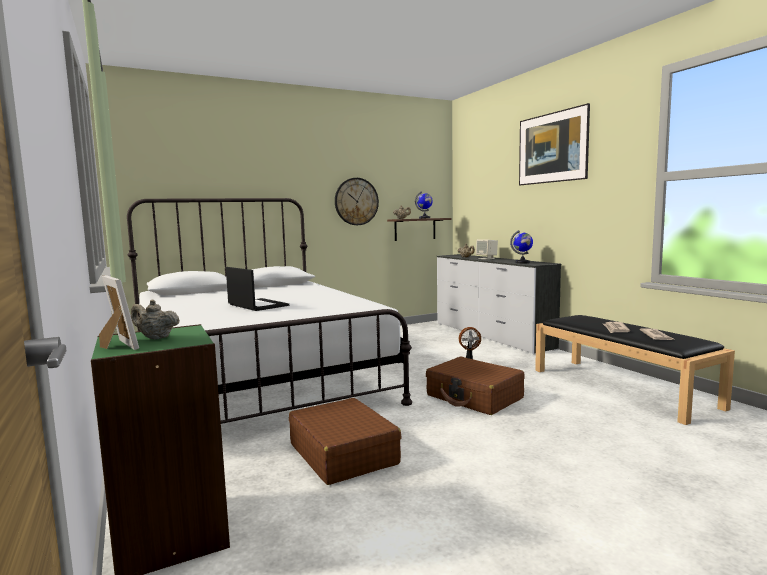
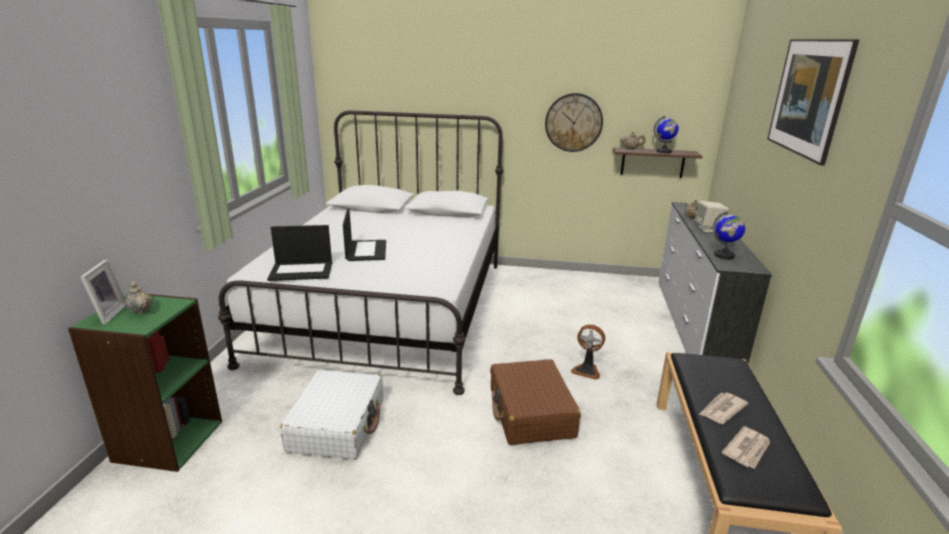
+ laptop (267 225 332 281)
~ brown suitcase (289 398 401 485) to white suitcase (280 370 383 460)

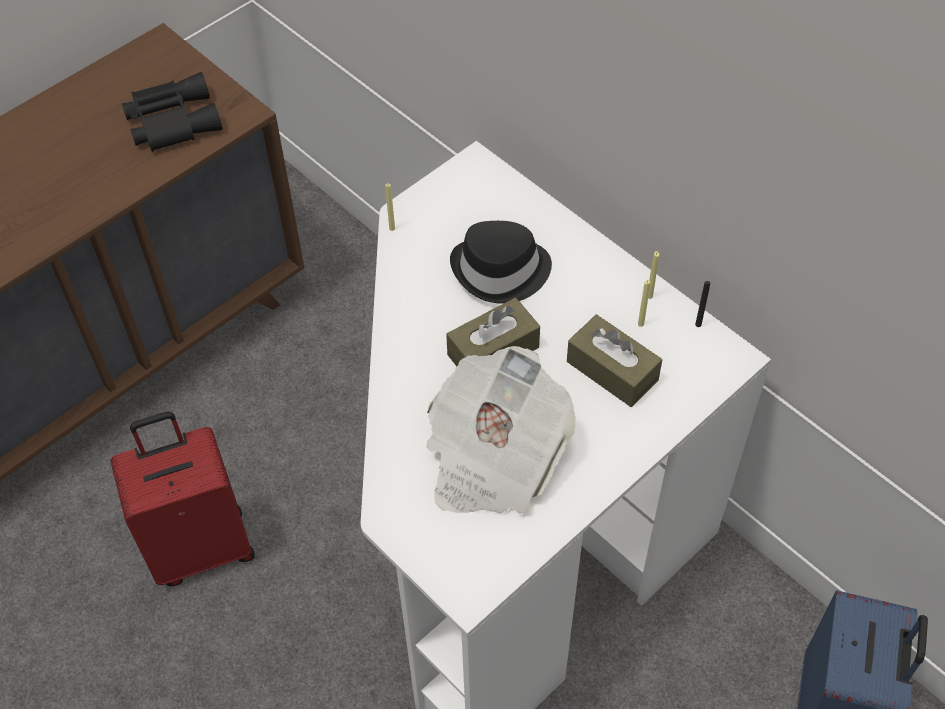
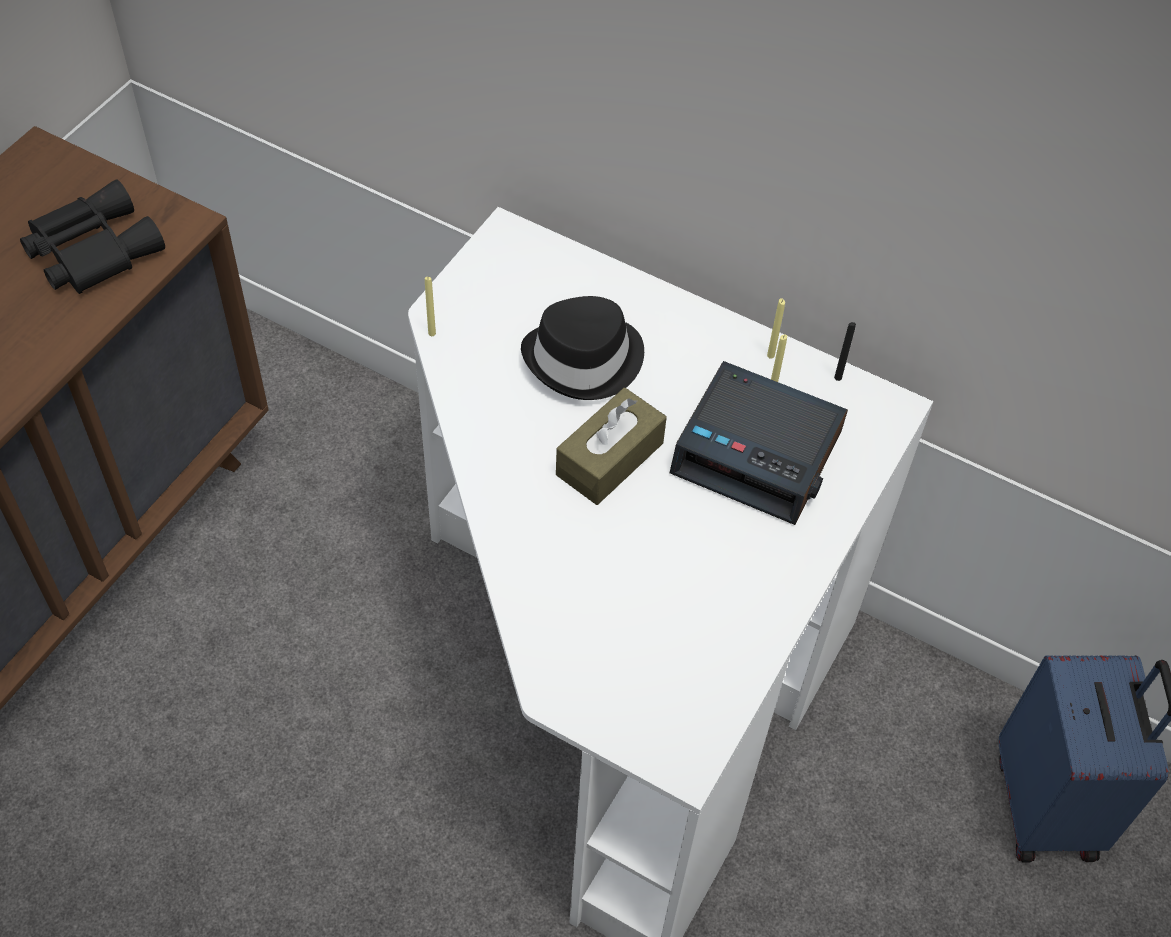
- red suitcase (111 411 255 586)
- newspaper (426 346 576 514)
~ brown tissue box (567 315 662 407) to alarm clock (670 361 848 525)

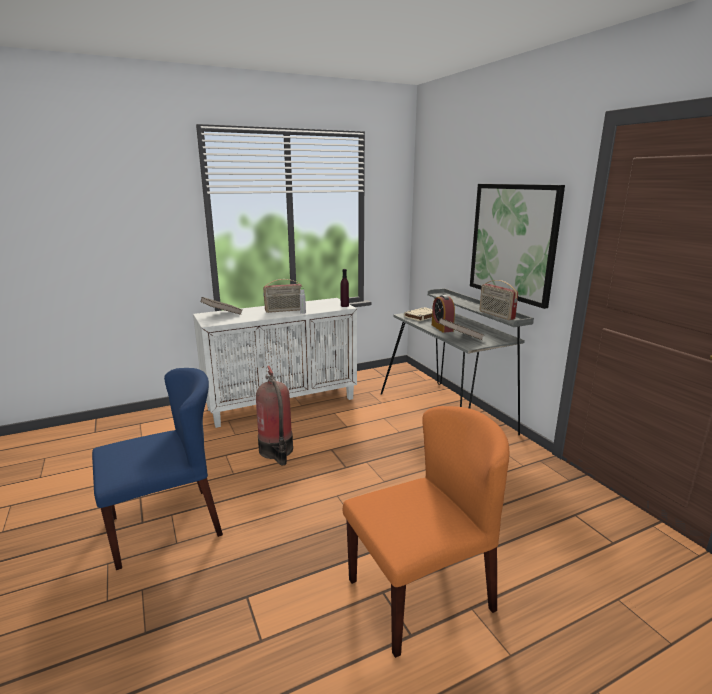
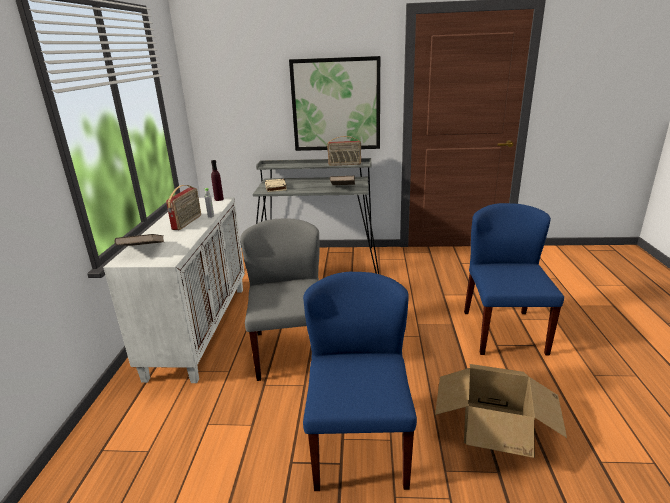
- alarm clock (432 295 455 333)
+ cardboard box (435 364 567 458)
~ fire extinguisher (256 366 293 465) to grey chair (240 219 320 381)
~ orange chair (343 406 509 658) to blue chair (464 203 564 356)

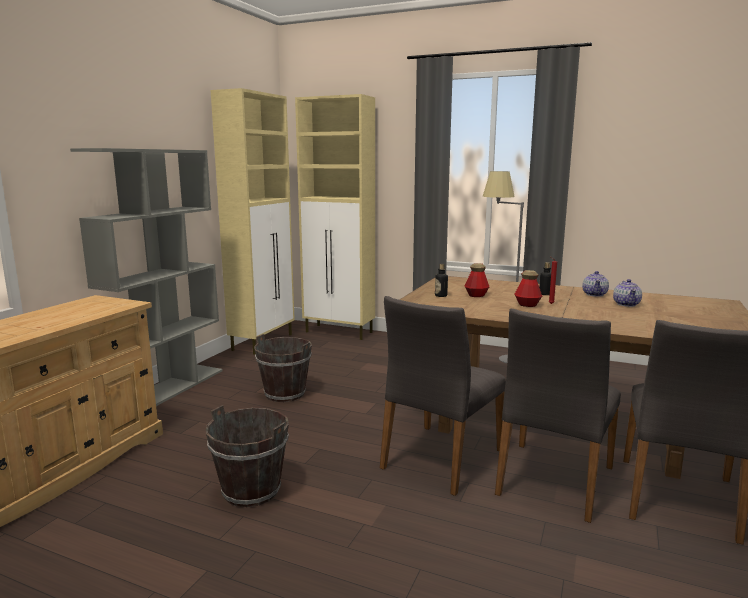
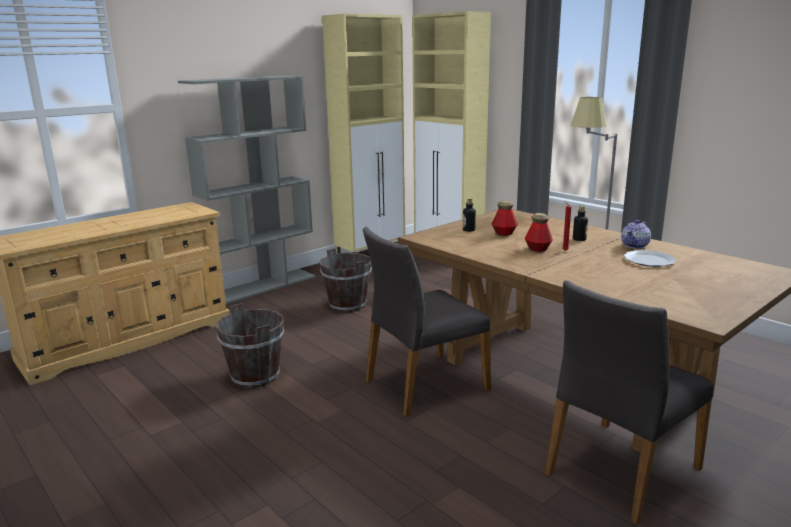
- grey chair (495 309 621 523)
~ teapot (613 279 642 307) to plate (624 250 676 267)

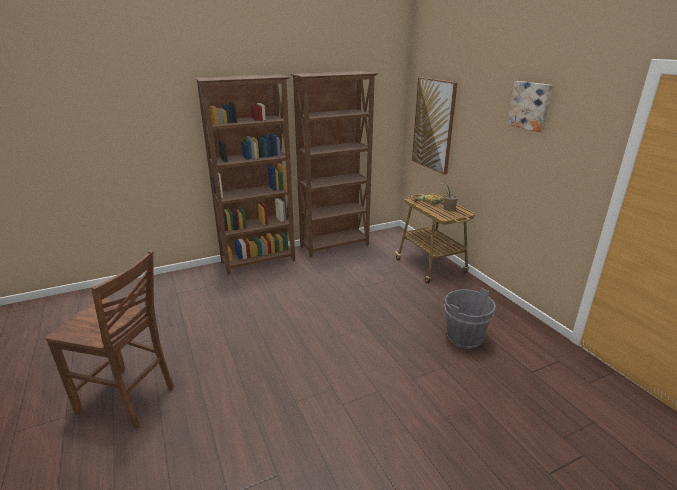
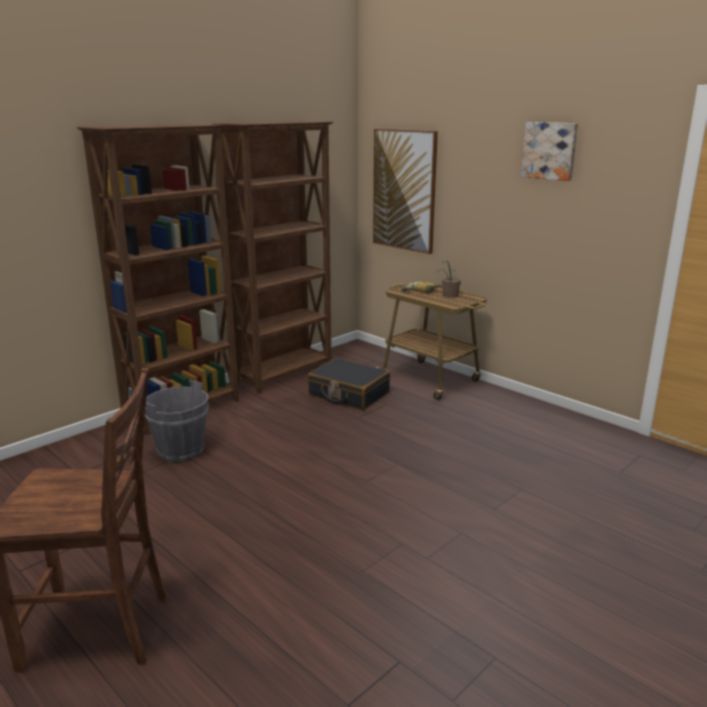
+ black suitcase (307 358 390 410)
~ grey bucket (444 287 496 349) to (145 381 208 462)

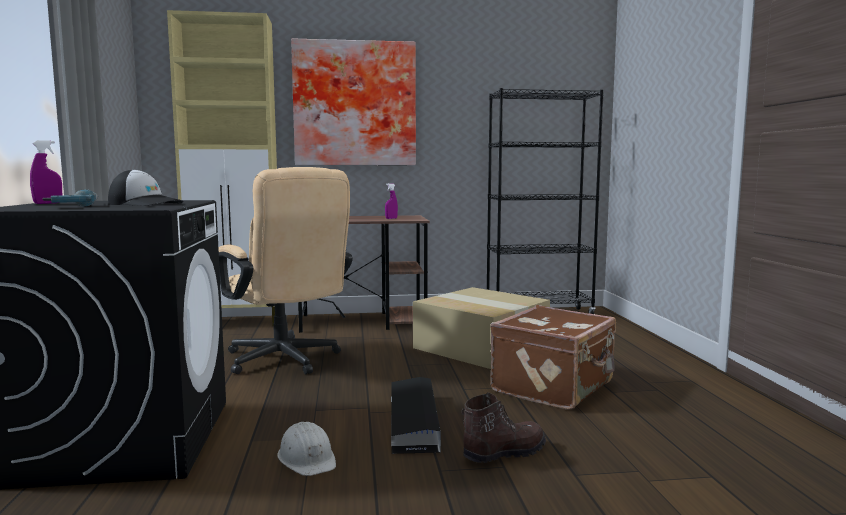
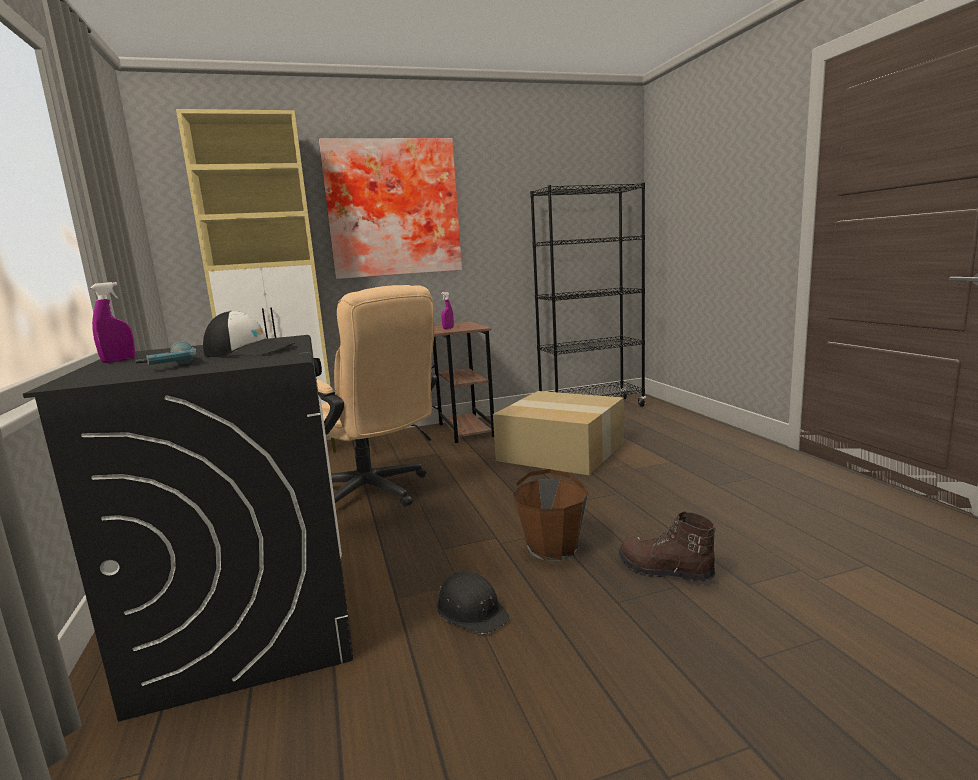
- brown suitcase (490 305 616 410)
~ black storage box (391 377 441 454) to brown bucket (513 469 588 561)
~ white hard hat (277 422 336 476) to black hard hat (437 571 510 634)
~ brown boot (462 392 546 463) = (618 511 716 582) 105 degrees counterclockwise

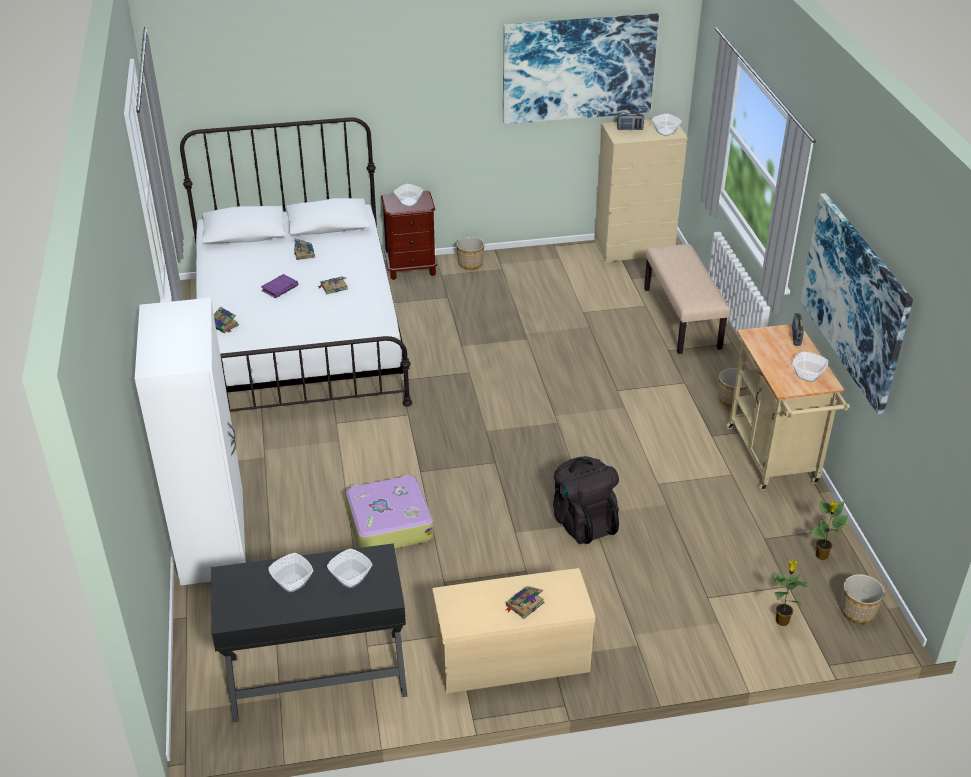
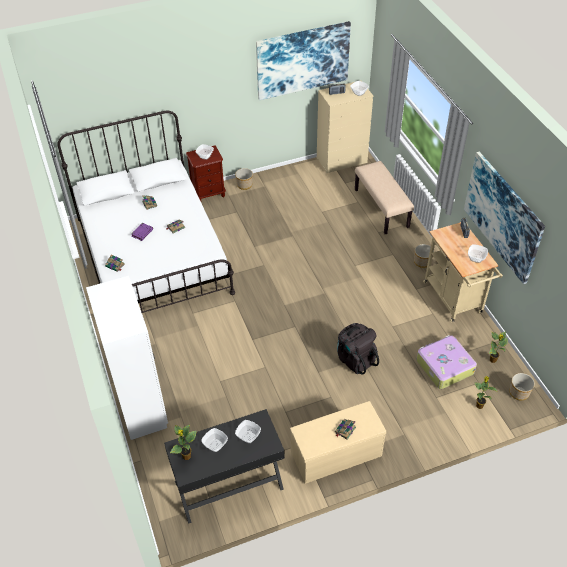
+ potted plant (170 425 196 460)
~ suitcase (346 475 434 548) to (416 335 477 389)

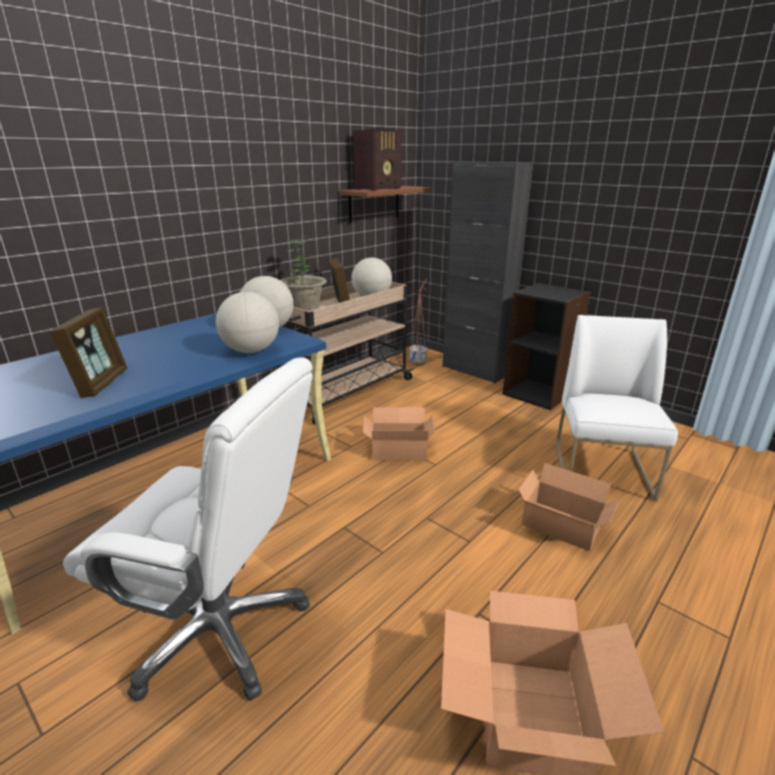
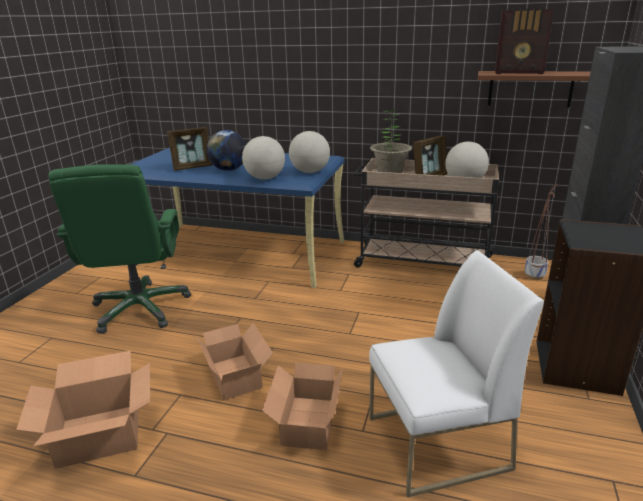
+ globe (207 130 246 171)
~ cardboard box (363 408 435 460) to (196 323 273 400)
~ white office chair (63 357 313 702) to green office chair (49 165 191 334)

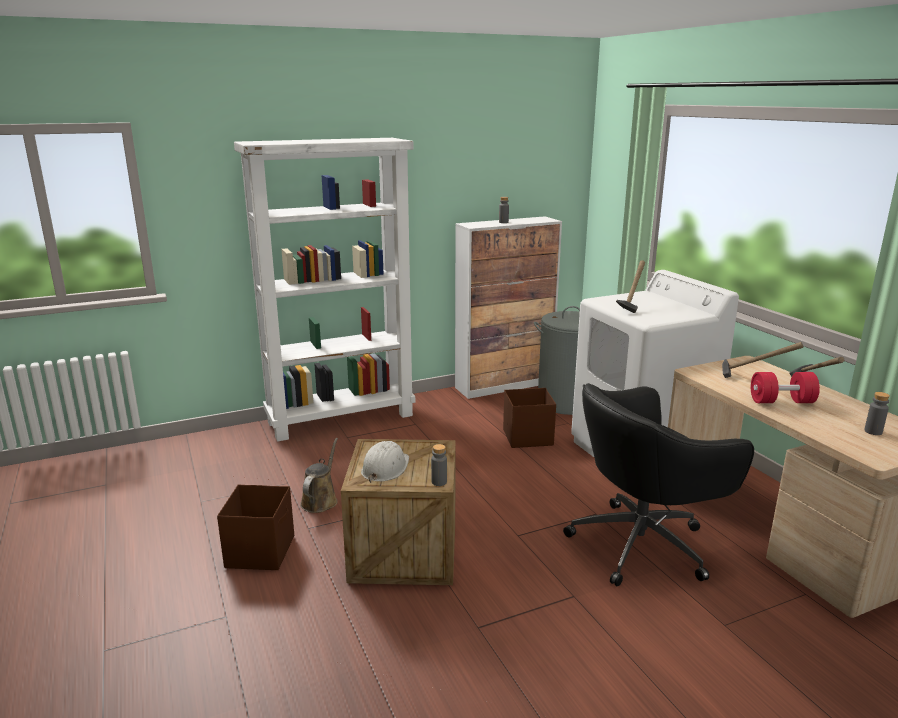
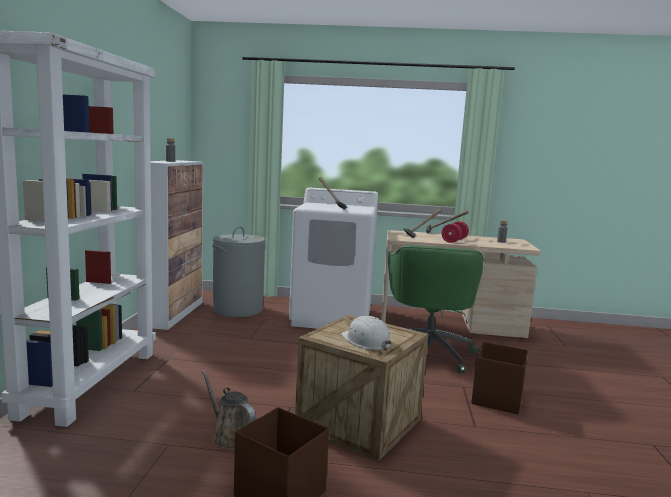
- grey bottle (431 444 447 486)
~ brown storage box (503 388 556 448) to (471 342 528 414)
~ black office chair (563 383 754 586) to green office chair (388 245 484 373)

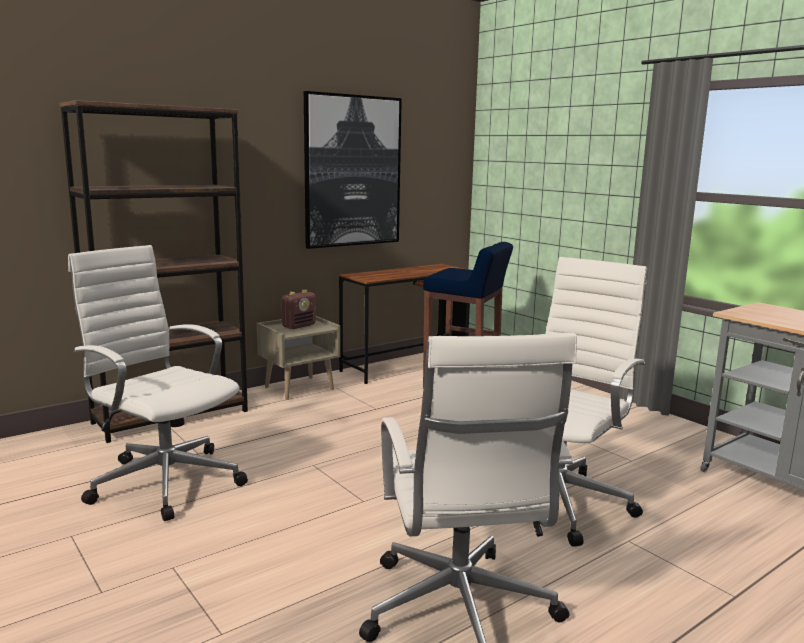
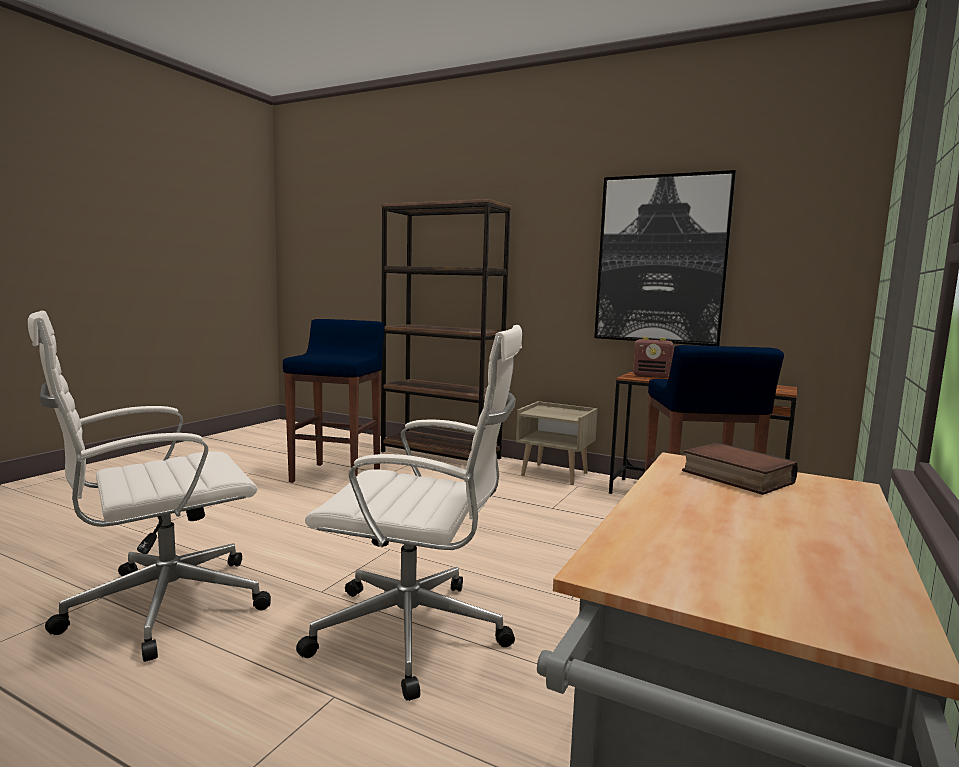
+ book (682 442 798 495)
~ radio (282 290 316 329) to (633 337 673 378)
~ white office chair (68 245 248 521) to blue stool (283 319 385 483)

